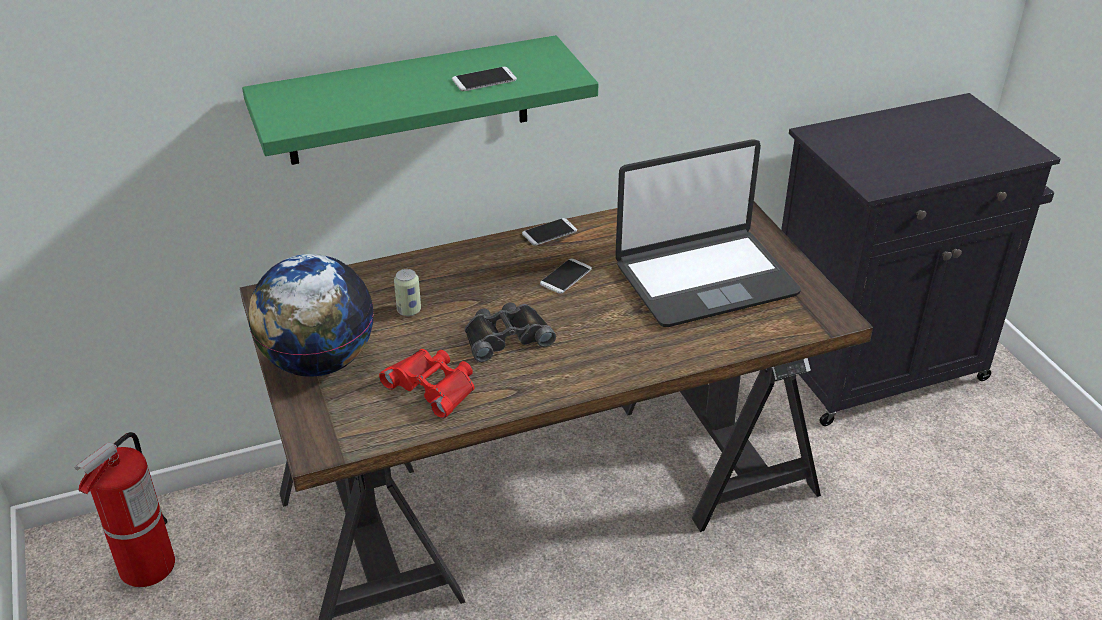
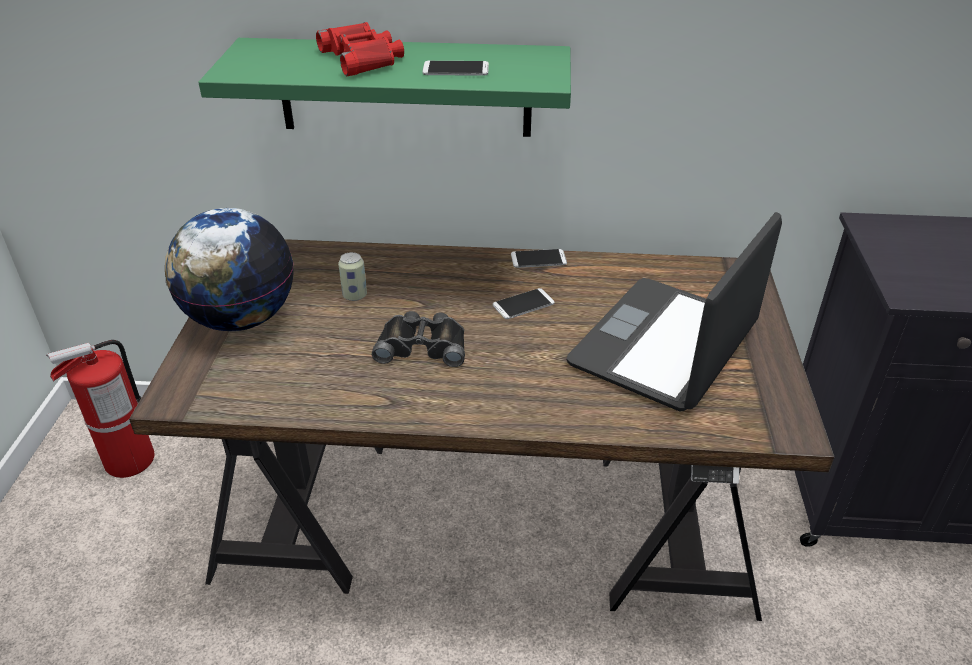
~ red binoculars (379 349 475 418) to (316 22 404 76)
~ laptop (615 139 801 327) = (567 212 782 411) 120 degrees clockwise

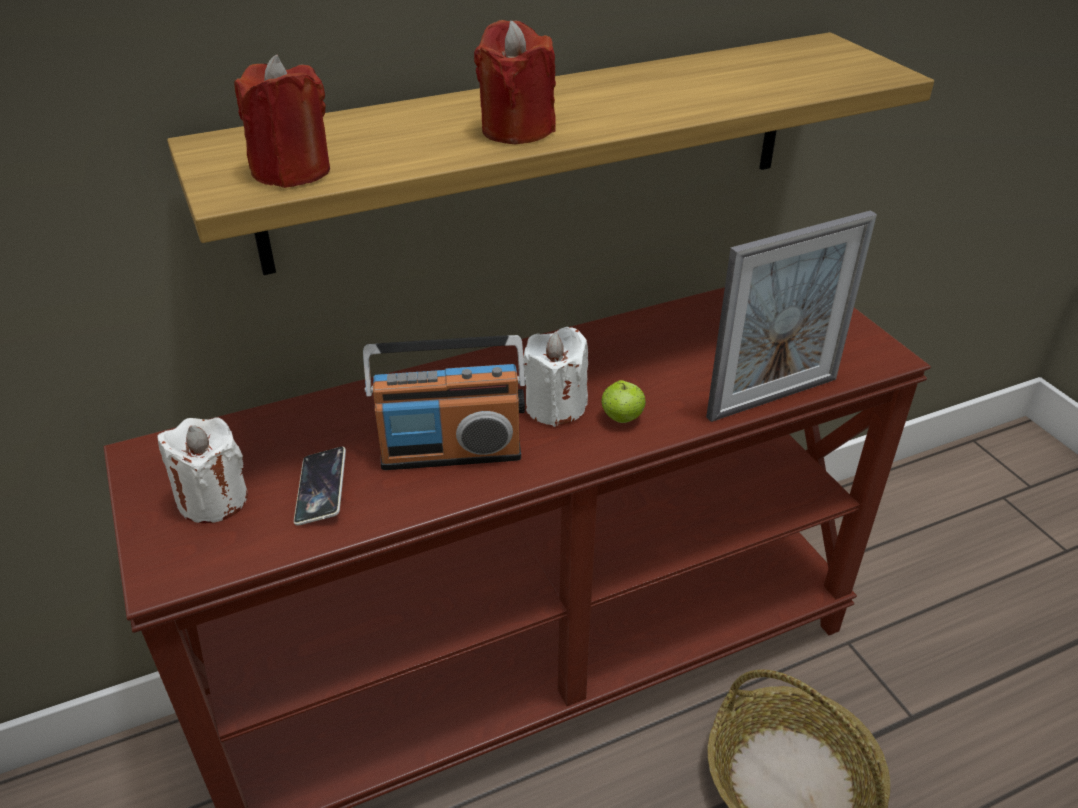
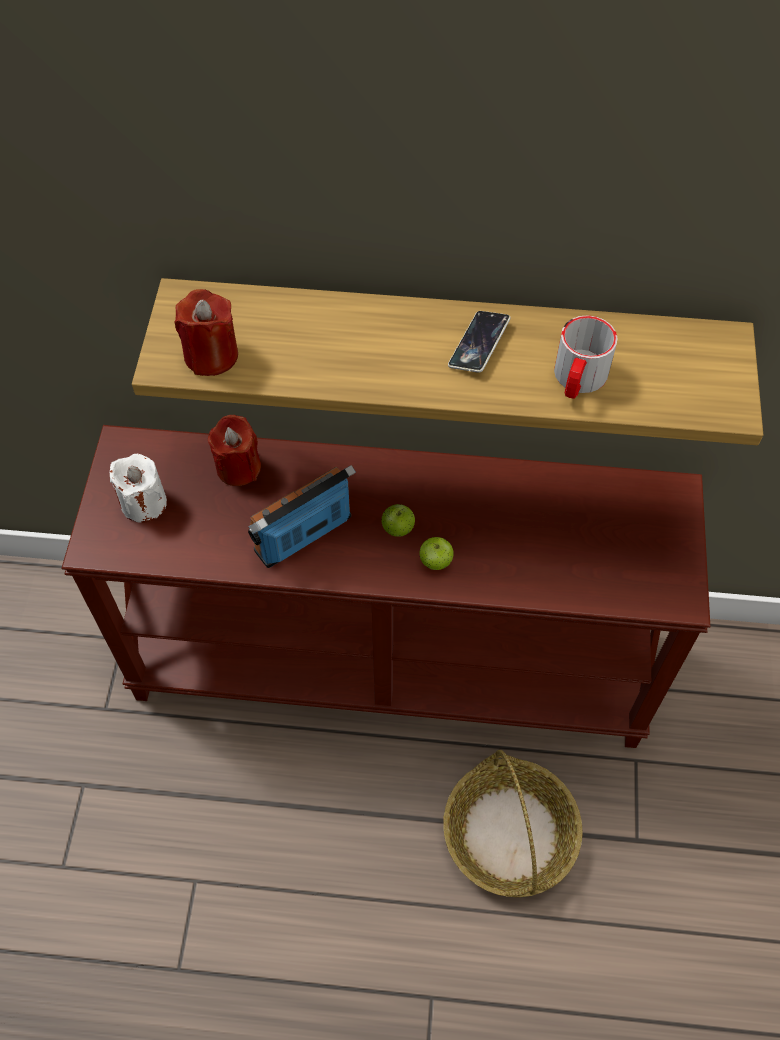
- picture frame (706 210 877 422)
+ mug (554 315 618 399)
~ phone (294 447 346 526) to (448 311 511 373)
~ red candle (474 20 556 144) to (208 415 261 486)
~ white candle (523 327 588 427) to apple (382 504 415 537)
~ radio (363 335 526 470) = (248 465 356 568) 120 degrees clockwise

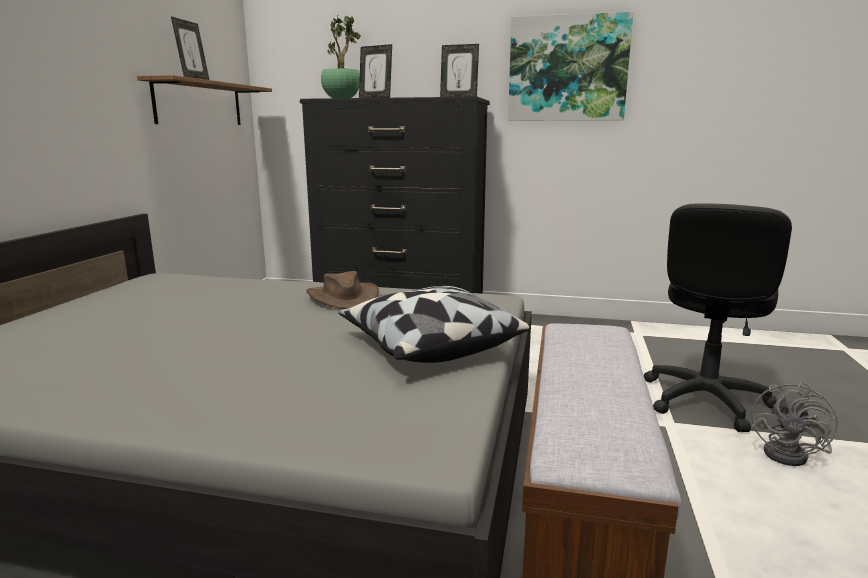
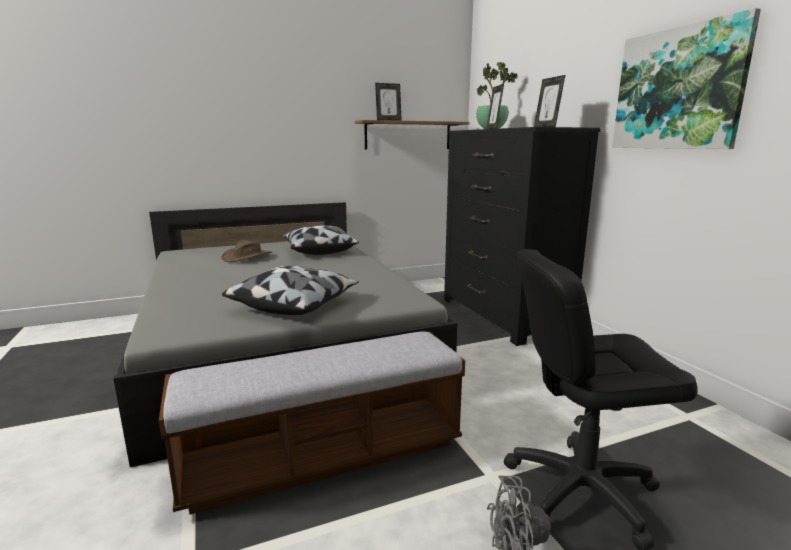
+ pillow (283 225 359 255)
~ brown hat (306 271 379 309) to (222 240 272 262)

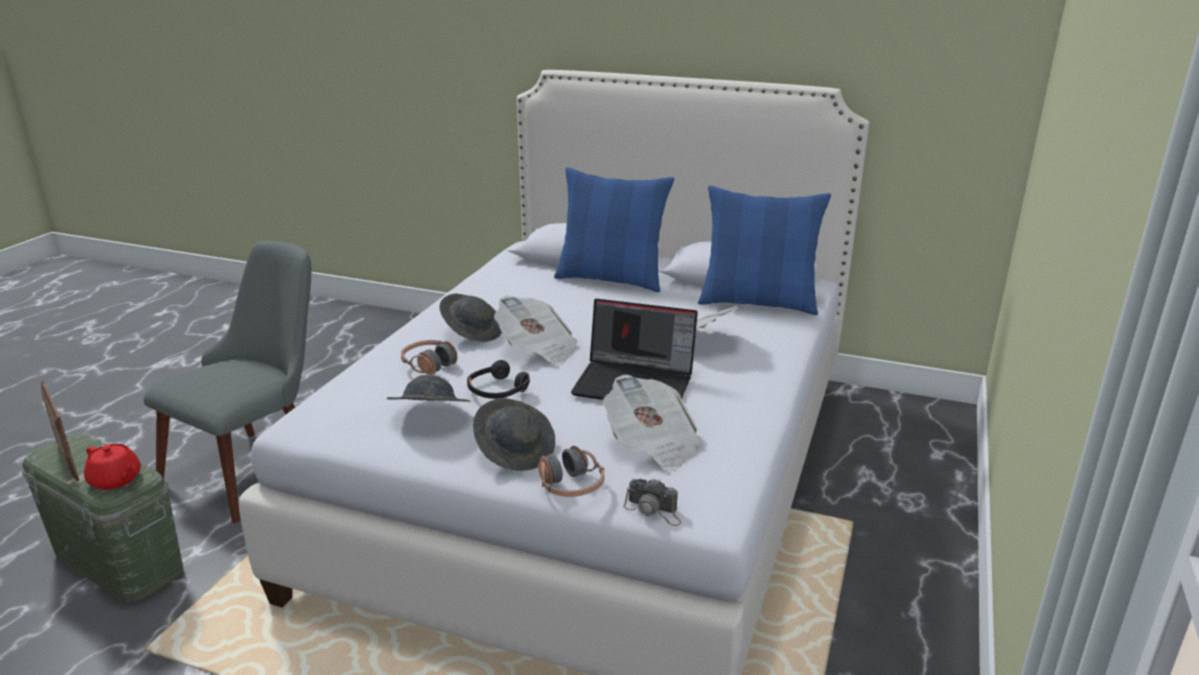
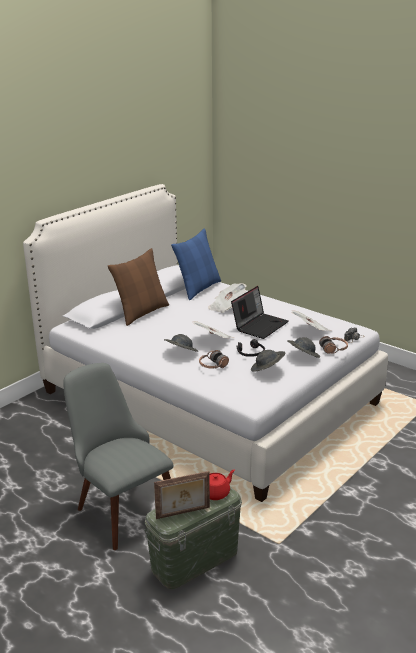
~ blue pillow (554 167 674 292) to brown pillow (108 248 169 326)

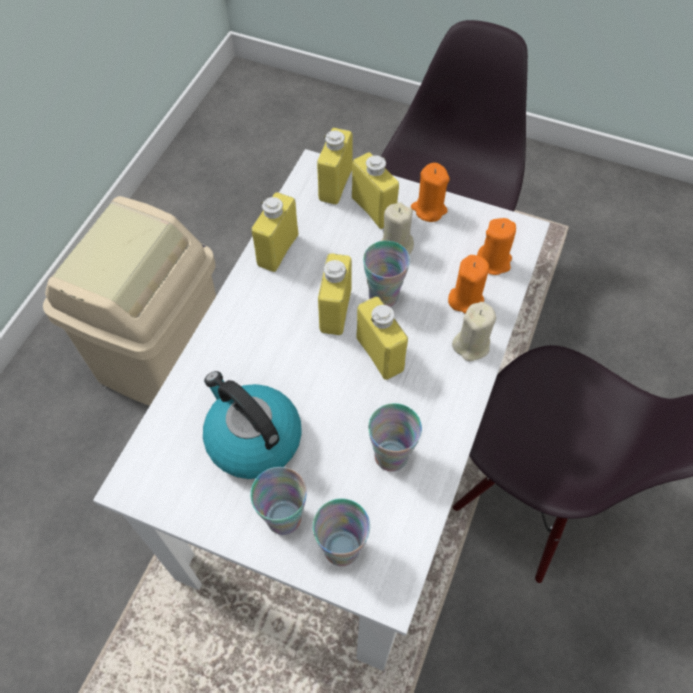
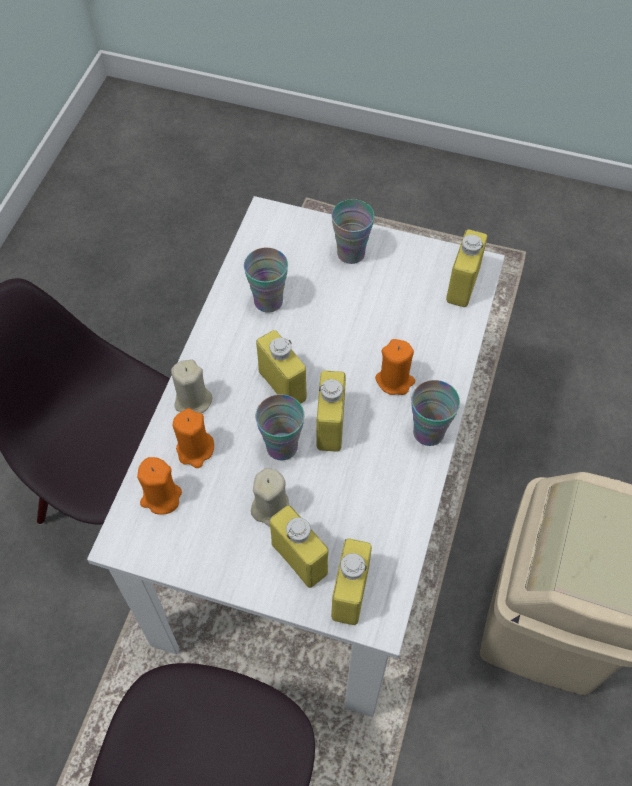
- kettle (203 371 302 479)
~ yellow bottle (252 192 298 272) to (446 229 487 307)
~ cup (313 498 370 566) to (411 380 460 446)
~ orange candle (411 163 450 222) to (375 339 415 395)

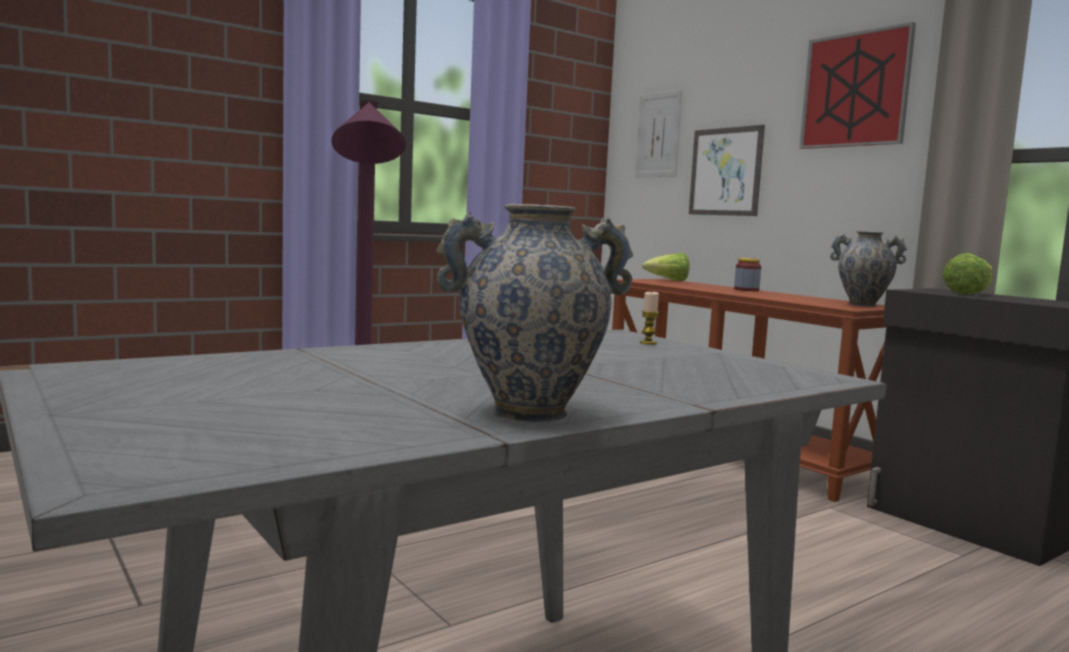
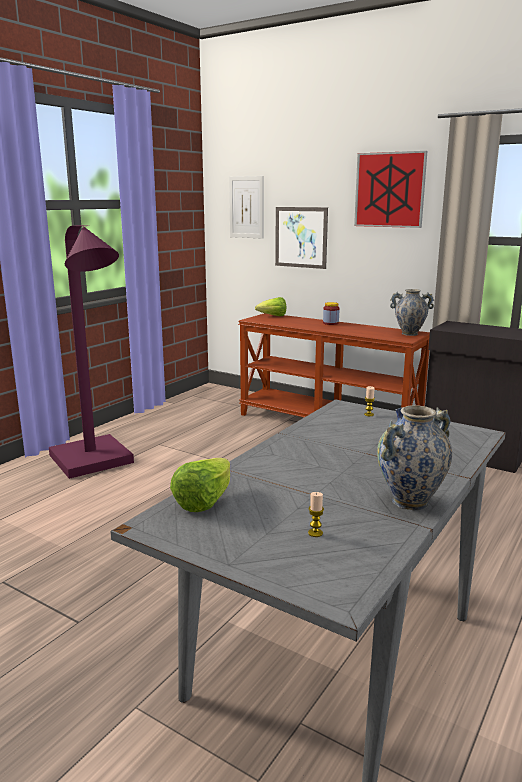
+ candle (308 492 324 537)
~ lettuce (943 253 993 295) to (170 458 230 512)

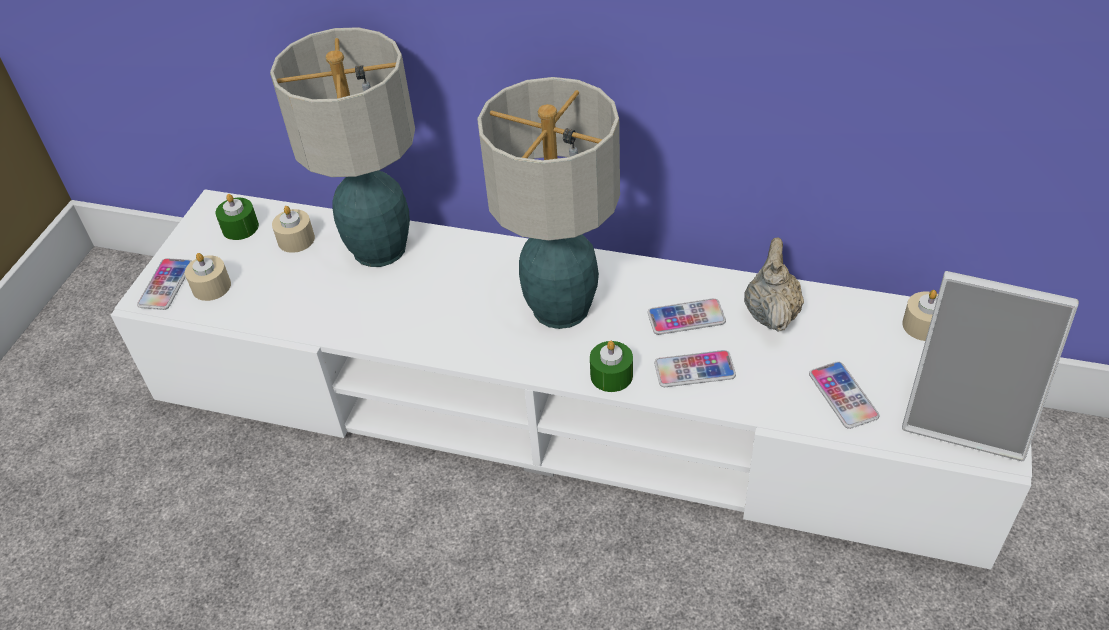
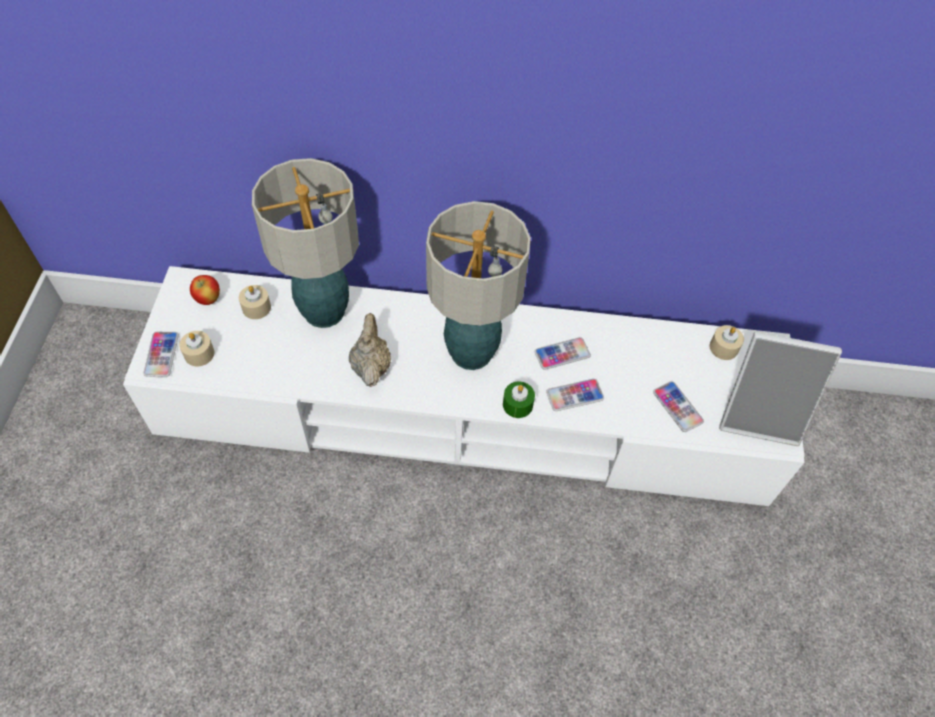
~ beige teapot (744 238 804 332) to (349 313 391 387)
~ green candle (215 194 259 240) to apple (190 275 220 305)

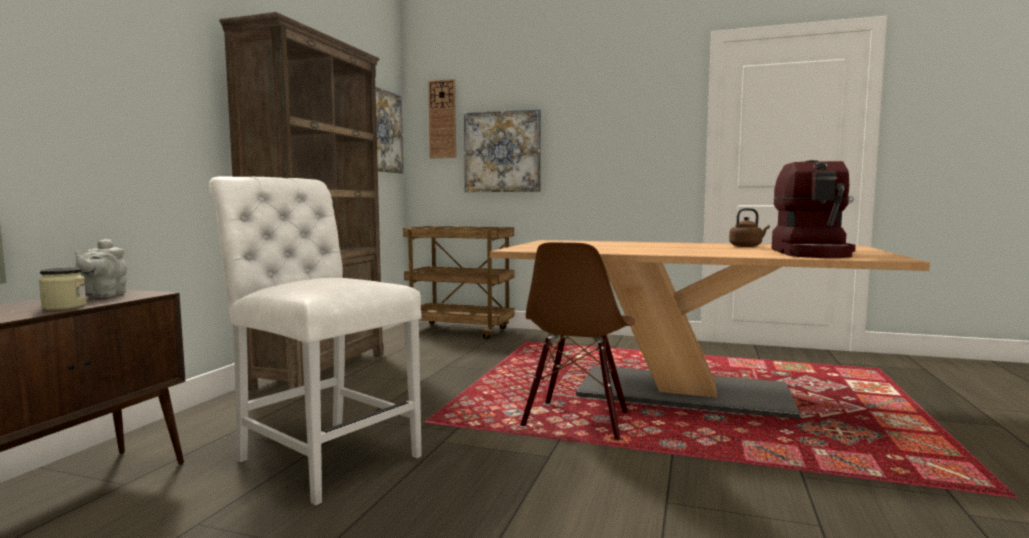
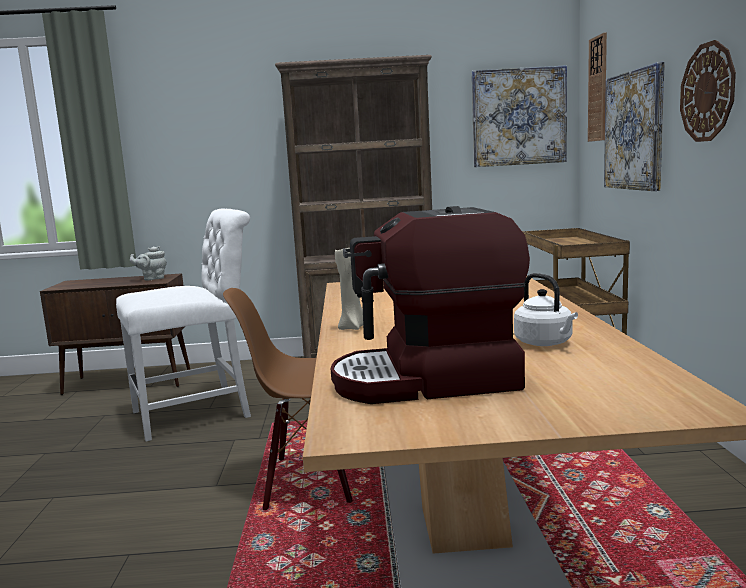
- jar (39 268 87 310)
+ beige candle (335 248 363 330)
+ wall clock (680 40 736 142)
~ brown kettle (729 208 770 247) to white kettle (514 273 578 346)
~ white chair (209 176 422 505) = (116 208 251 441) 45 degrees clockwise

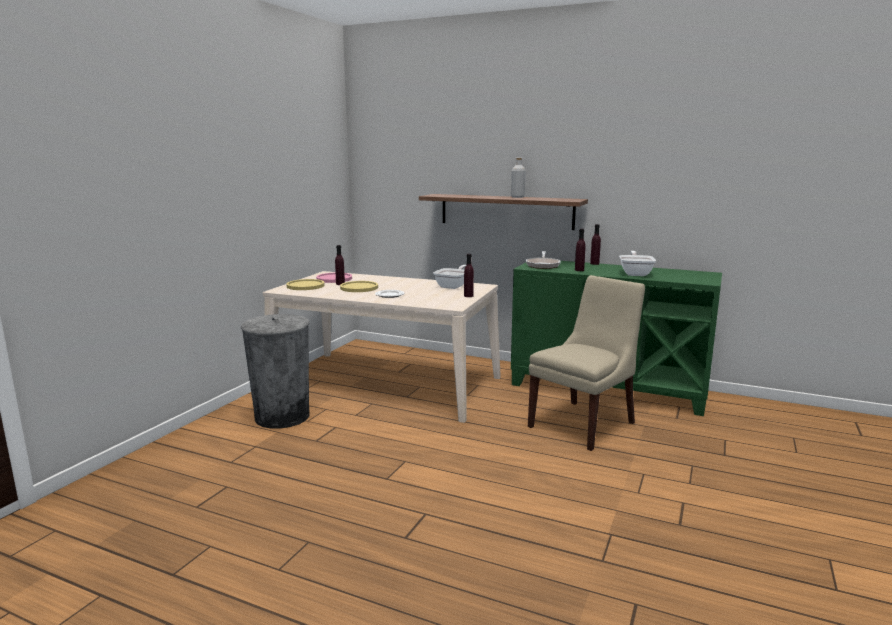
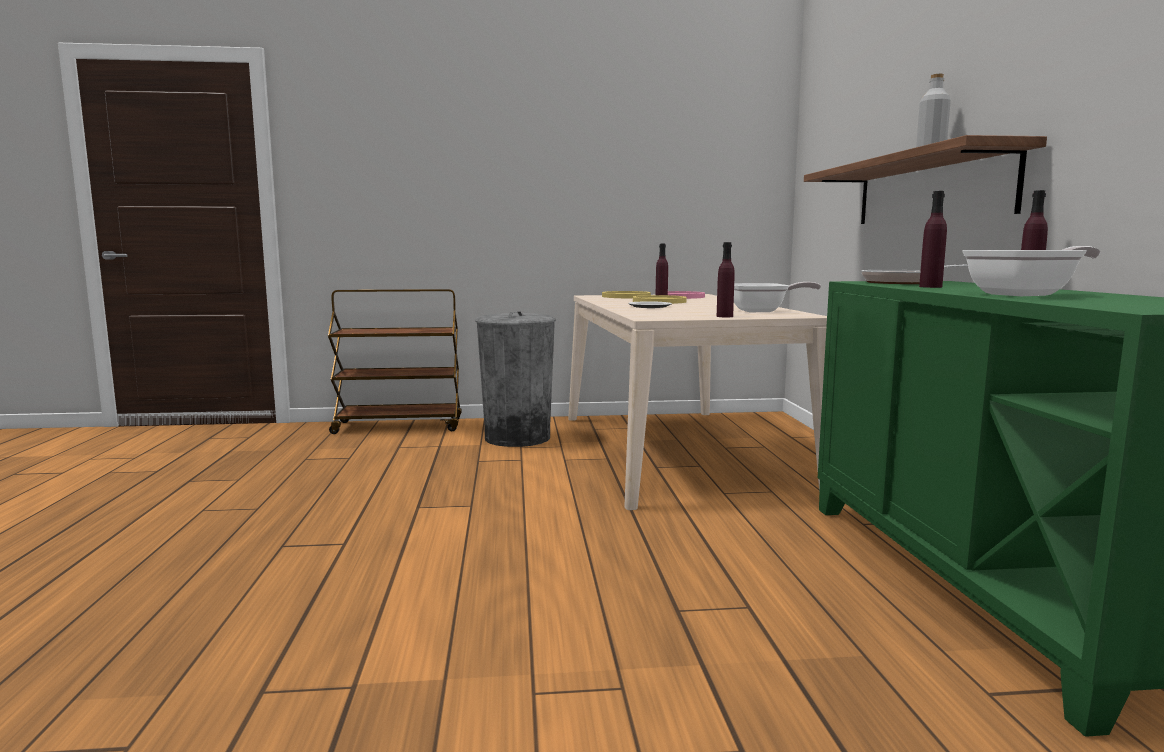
- beige chair (528 275 645 451)
+ brown cart (328 289 462 434)

